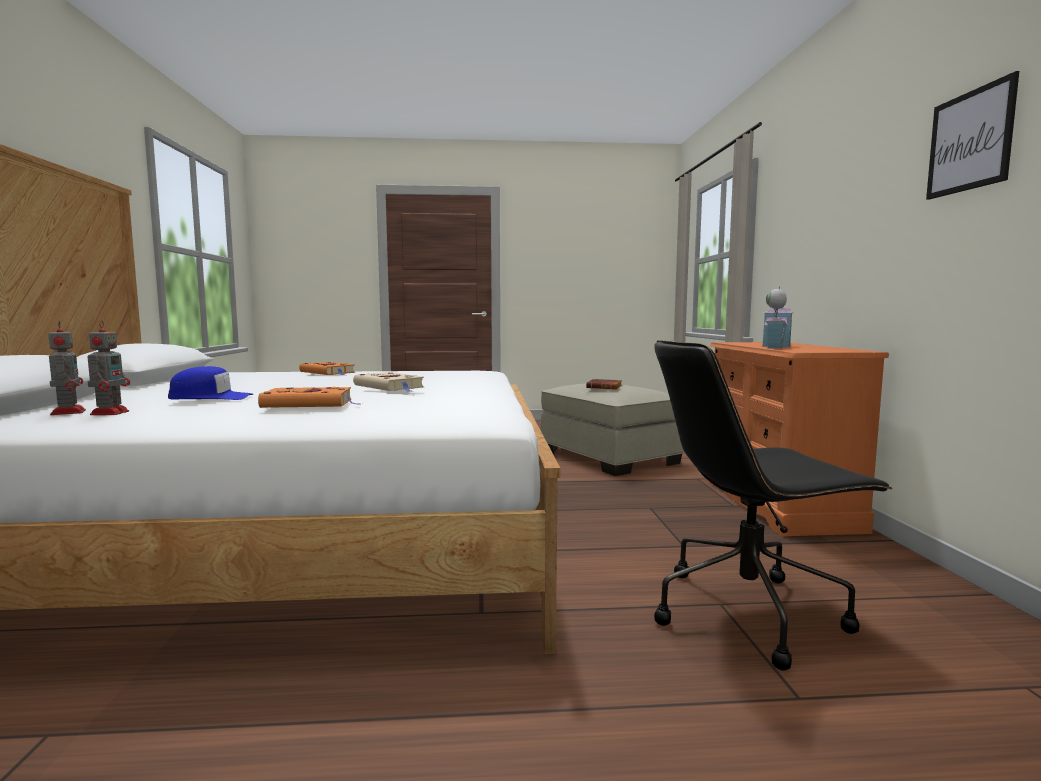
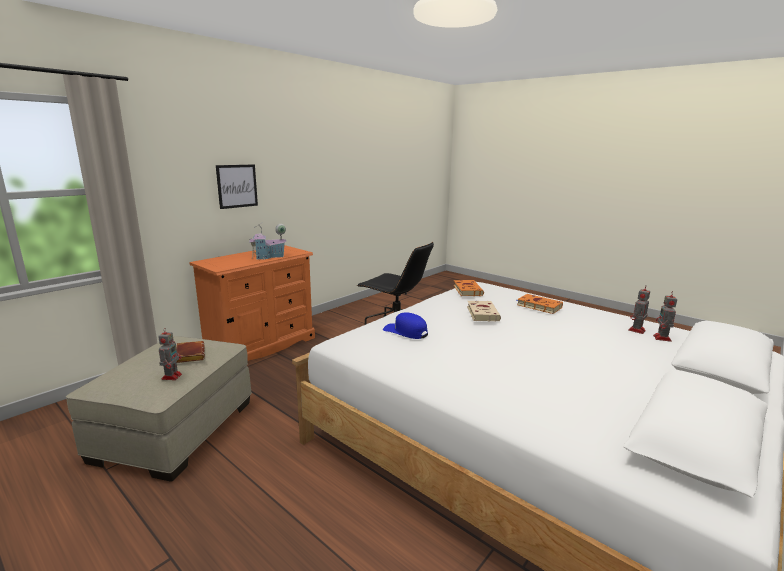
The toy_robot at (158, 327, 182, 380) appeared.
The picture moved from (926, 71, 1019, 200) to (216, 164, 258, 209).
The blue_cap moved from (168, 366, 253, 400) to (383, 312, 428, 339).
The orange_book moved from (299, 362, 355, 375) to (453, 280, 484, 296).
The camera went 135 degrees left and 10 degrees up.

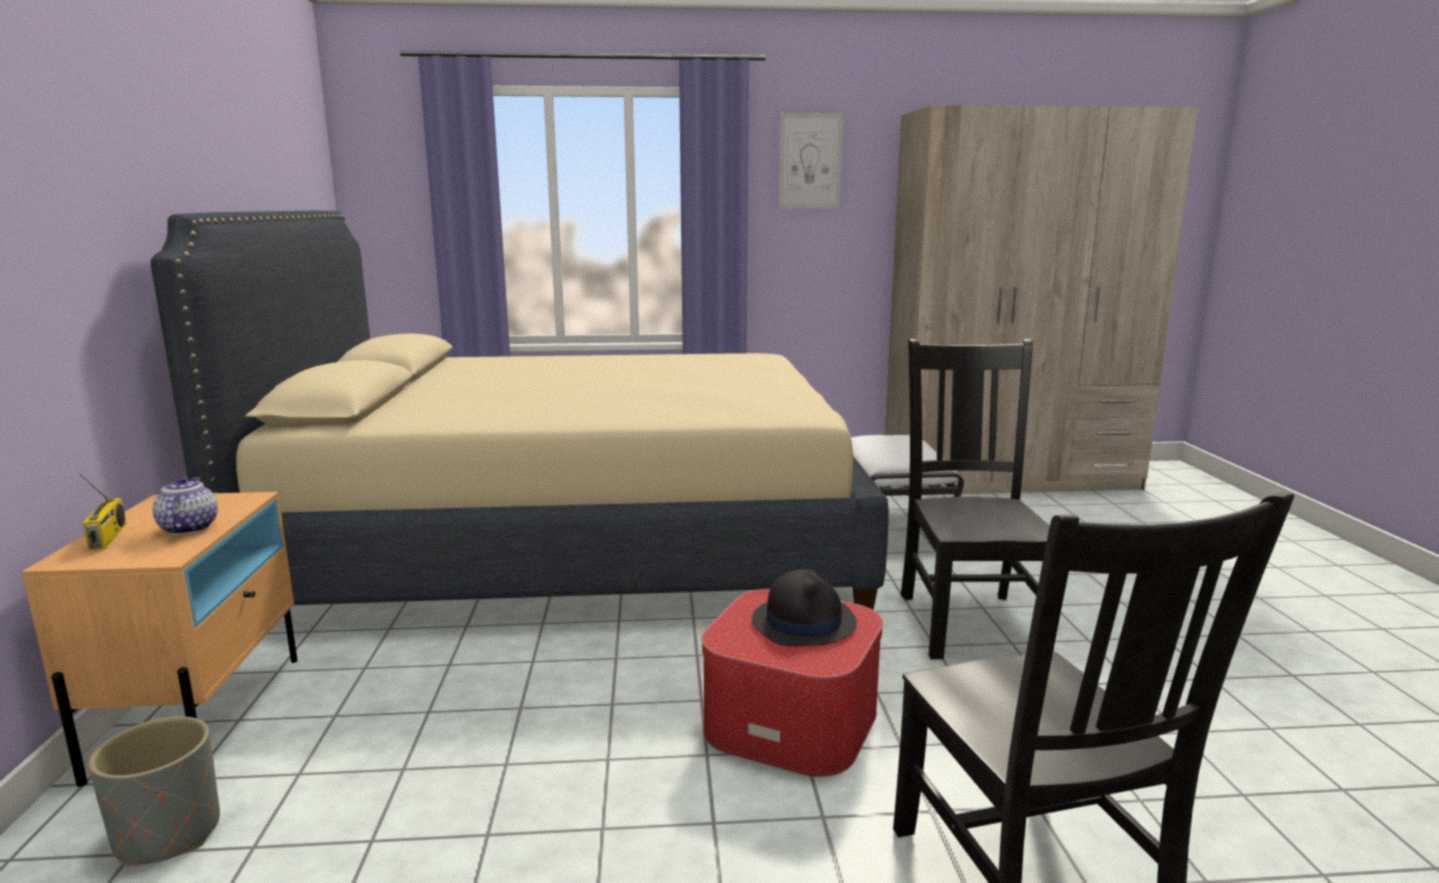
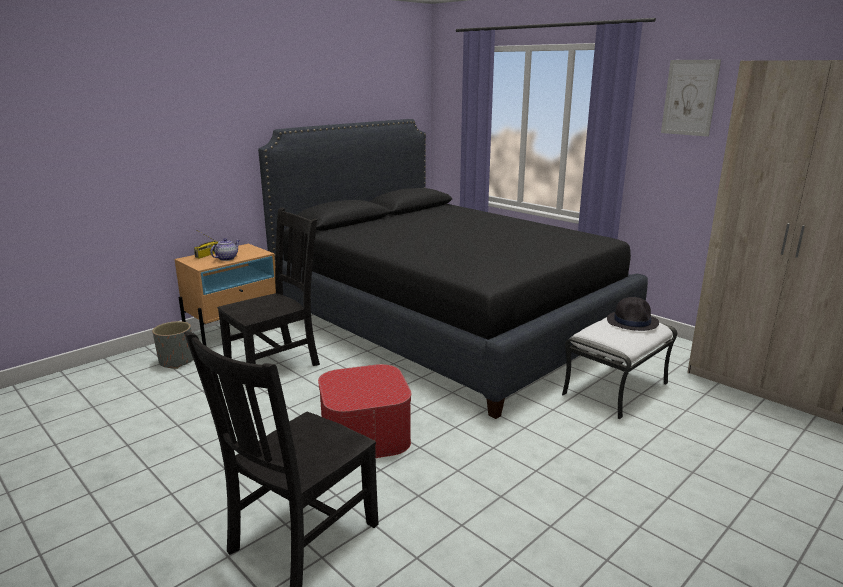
The black_chair moved from (901, 339, 1054, 659) to (217, 208, 320, 366).
The beige_bed at (151, 210, 889, 610) became the black_bed at (258, 119, 648, 419).
The black_hat moved from (752, 569, 857, 646) to (607, 297, 659, 331).
The camera went 50 degrees right and 5 degrees up.

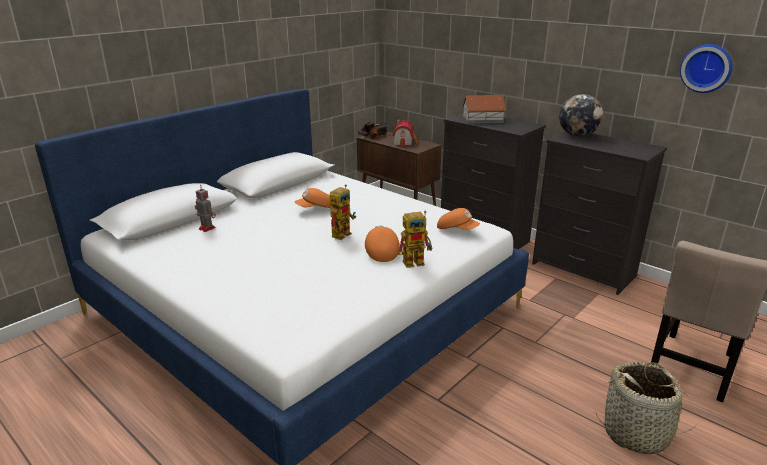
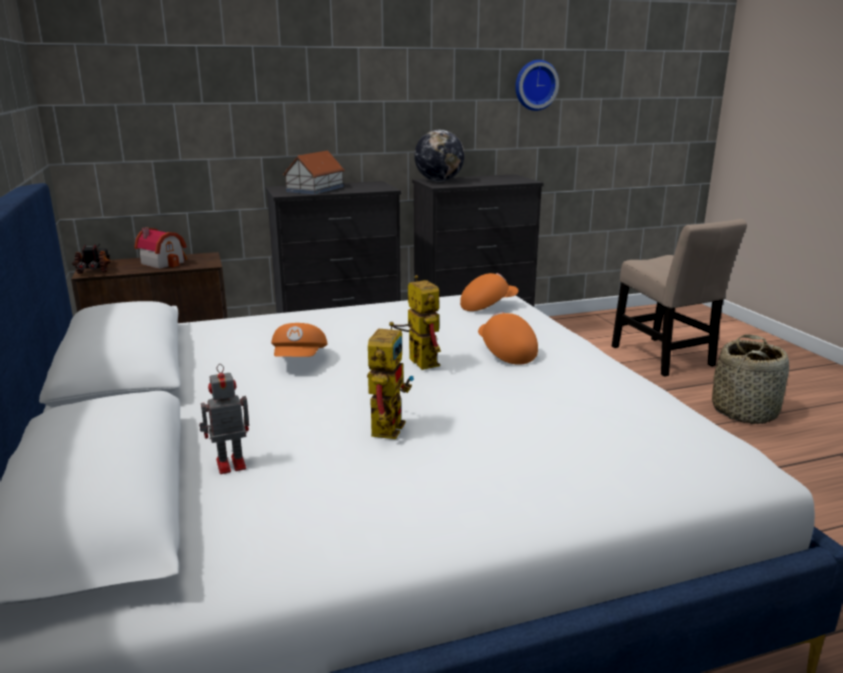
The toy_robot moved from (398, 211, 432, 268) to (367, 322, 414, 439).
The orange_cap at (365, 226, 400, 262) turned 45 degrees clockwise.
The camera went 60 degrees left and 5 degrees down.

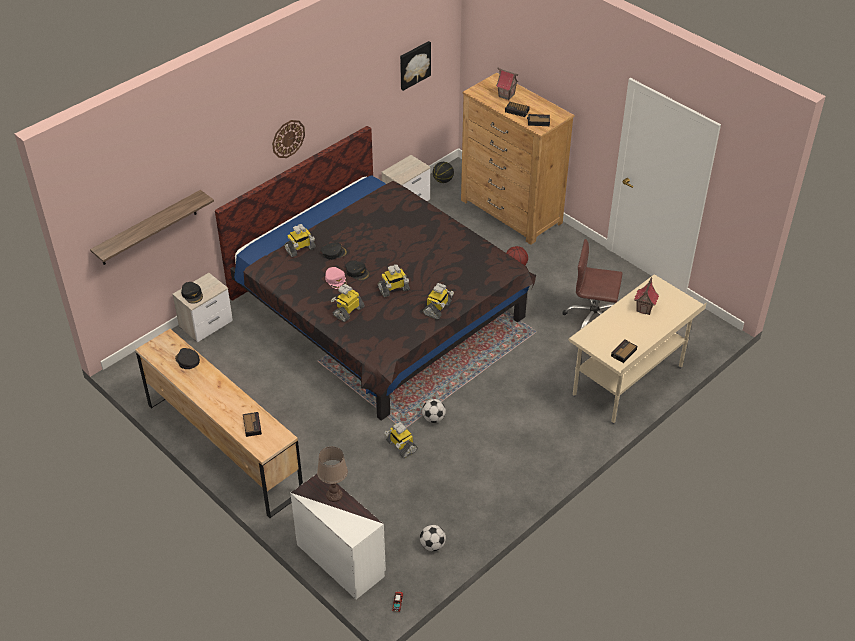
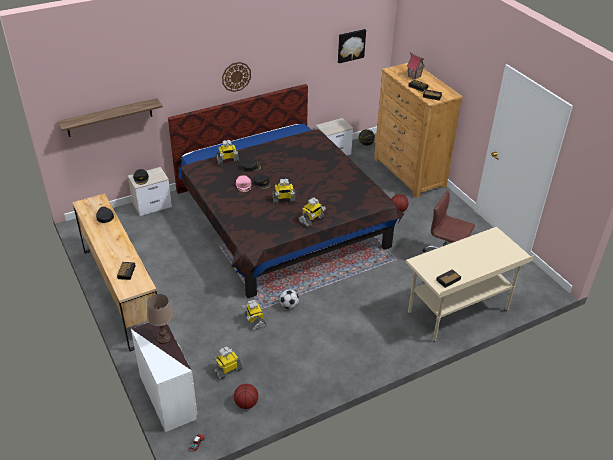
The toy_robot moved from (331, 284, 365, 322) to (212, 347, 243, 380).
The football at (420, 525, 446, 551) was replaced by the basketball at (234, 384, 258, 409).
The toy_house at (634, 277, 659, 315) disappeared.
The camera went 15 degrees right and 5 degrees down.

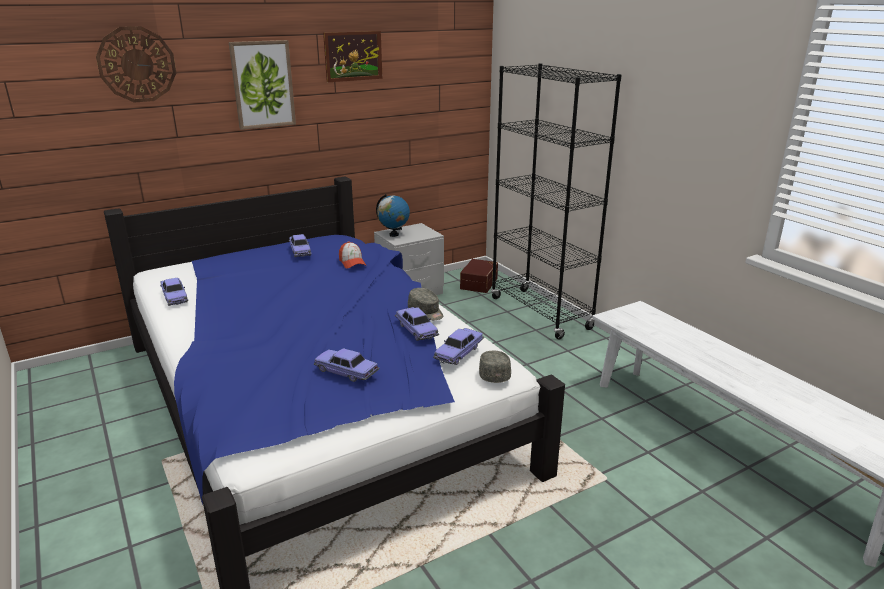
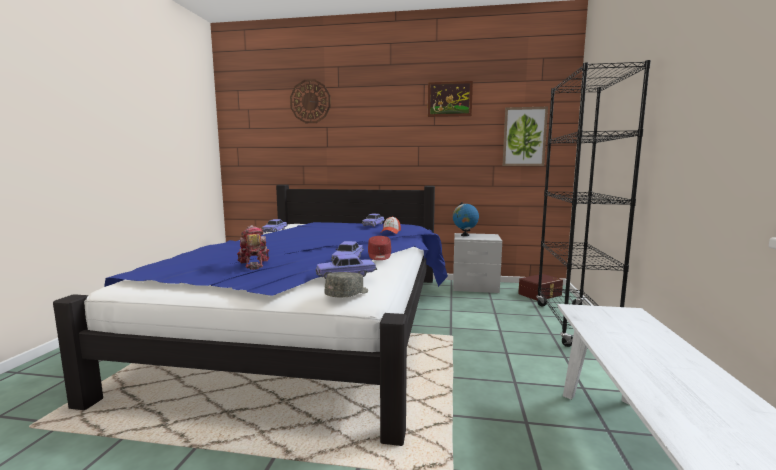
The toy_car at (314, 348, 380, 382) was replaced by the toy_robot at (237, 225, 269, 270).
The grey_cap at (408, 288, 443, 320) became the red_cap at (368, 236, 391, 260).
The picture moved from (229, 40, 296, 130) to (503, 107, 548, 166).
The camera went 40 degrees right and 15 degrees down.

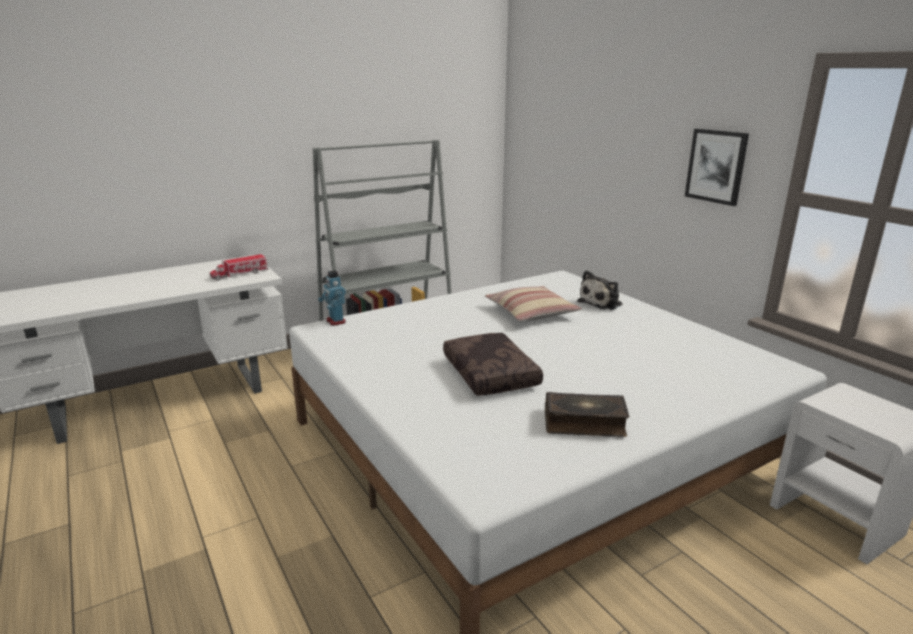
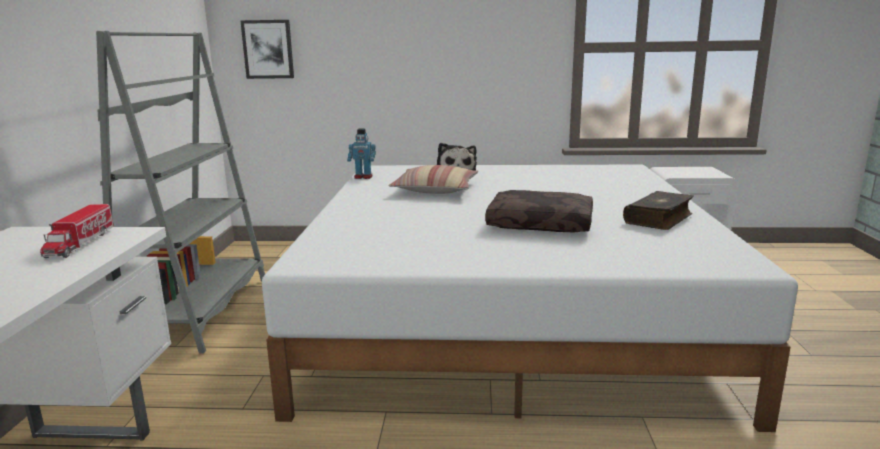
The picture moved from (685, 129, 749, 206) to (240, 20, 294, 79).
The toy_robot moved from (318, 270, 346, 326) to (347, 128, 376, 179).
The camera went 55 degrees left and 5 degrees down.

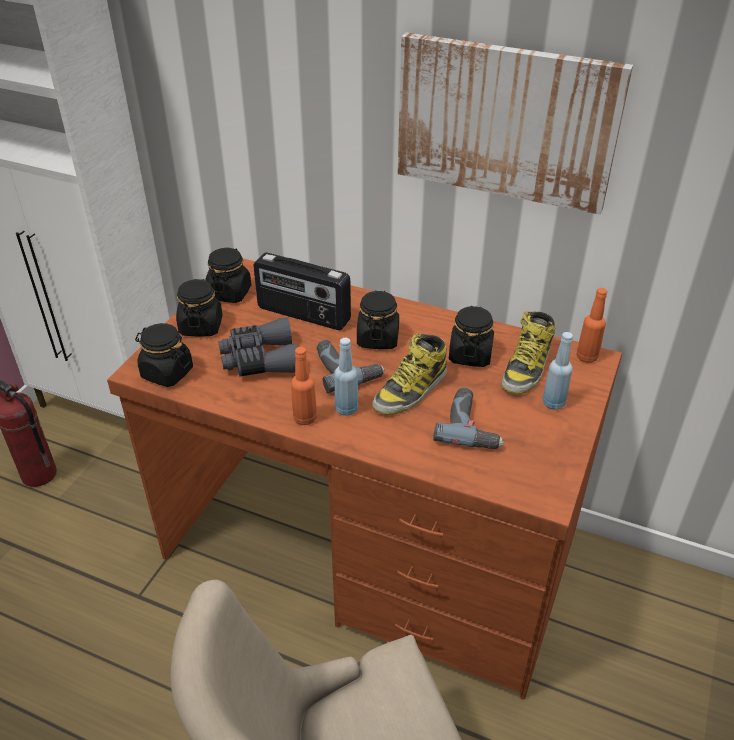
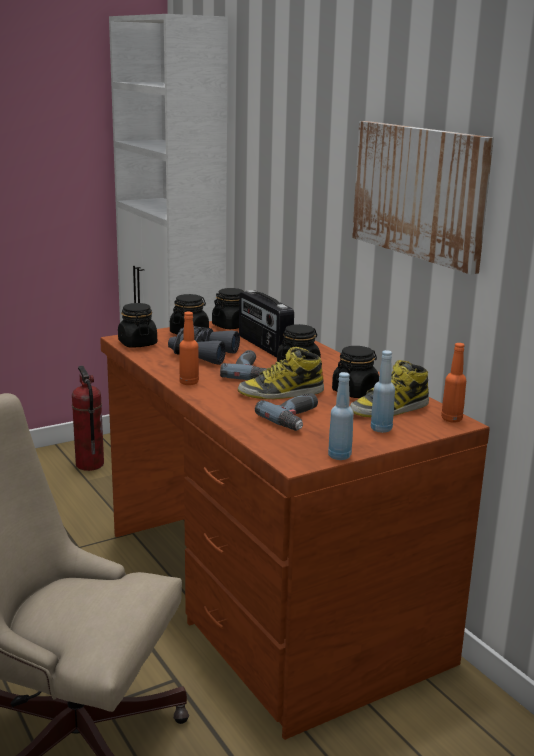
The blue_bottle moved from (334, 338, 358, 416) to (328, 372, 354, 460).
The camera went 35 degrees right and 20 degrees down.

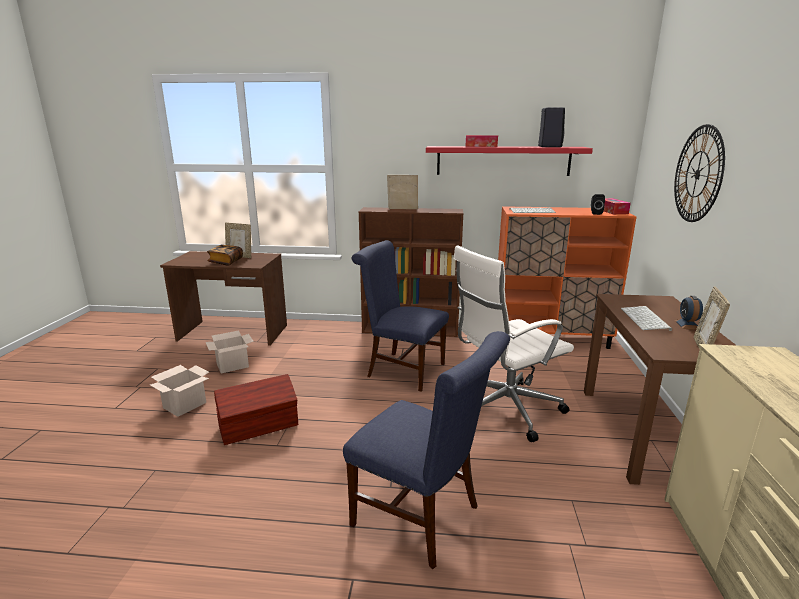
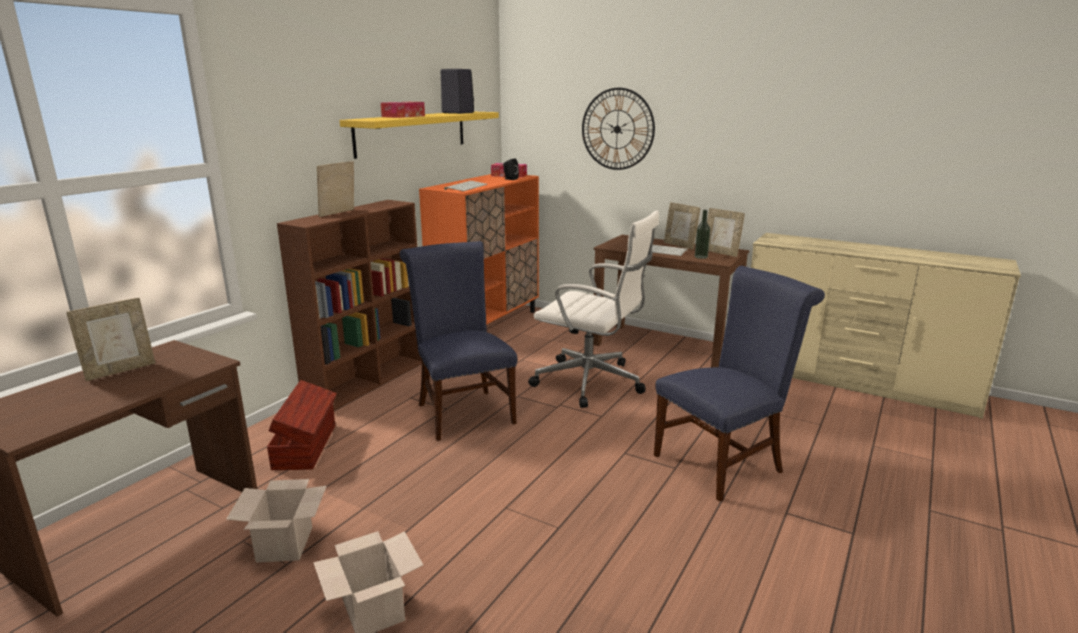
The brown_storage_box moved from (214, 374, 298, 445) to (267, 380, 337, 470).
The red_shelf at (426, 146, 593, 176) became the yellow_shelf at (340, 112, 499, 159).
The blue_chair at (352, 240, 449, 392) turned 105 degrees clockwise.
The white_office_chair at (453, 245, 574, 442) turned 60 degrees counterclockwise.
The alarm_clock at (675, 296, 703, 330) was replaced by the picture_frame at (664, 202, 700, 250).
The bottle at (695, 210, 710, 259) appeared.
The book at (207, 245, 243, 265) disappeared.
The camera went 65 degrees left and 0 degrees up.

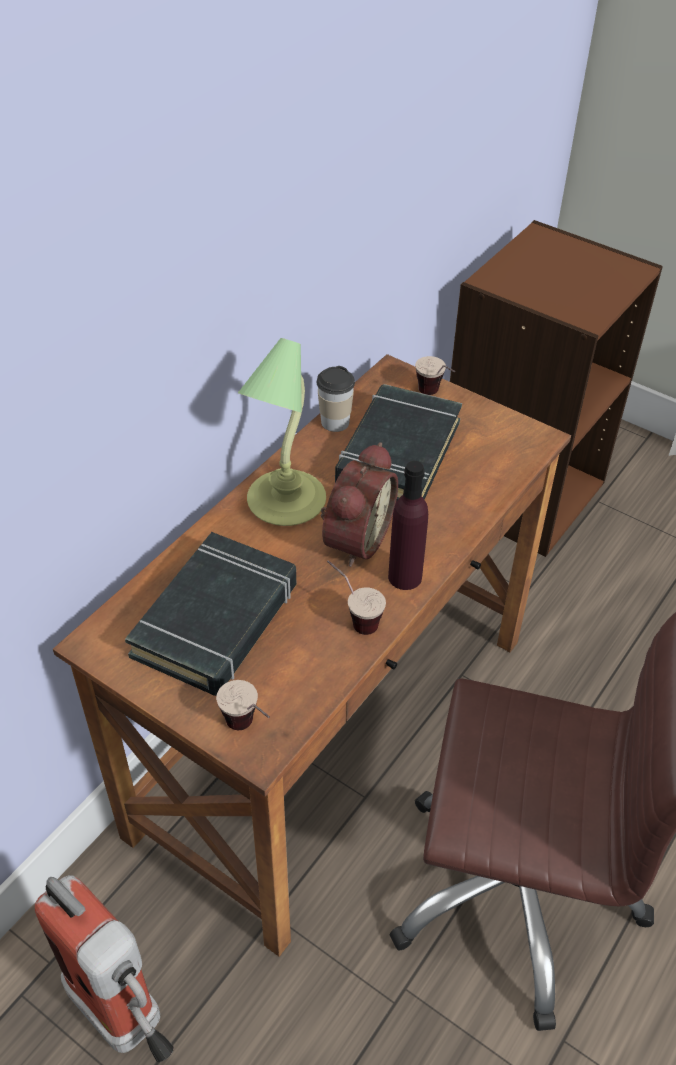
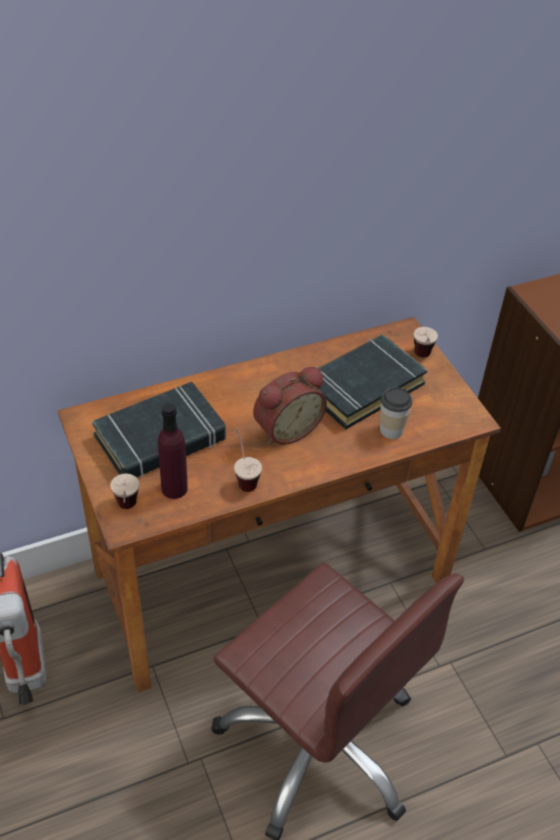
The purple_bottle moved from (388, 461, 428, 590) to (158, 403, 188, 499).
The cup moved from (317, 366, 355, 432) to (380, 387, 412, 439).
The table_lamp at (238, 338, 326, 526) disappeared.
The camera went 30 degrees right and 0 degrees up.

